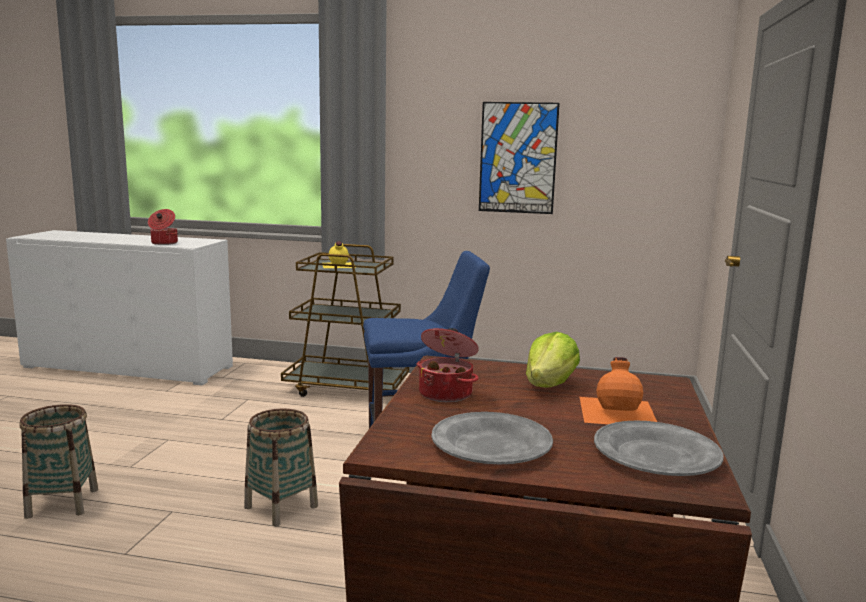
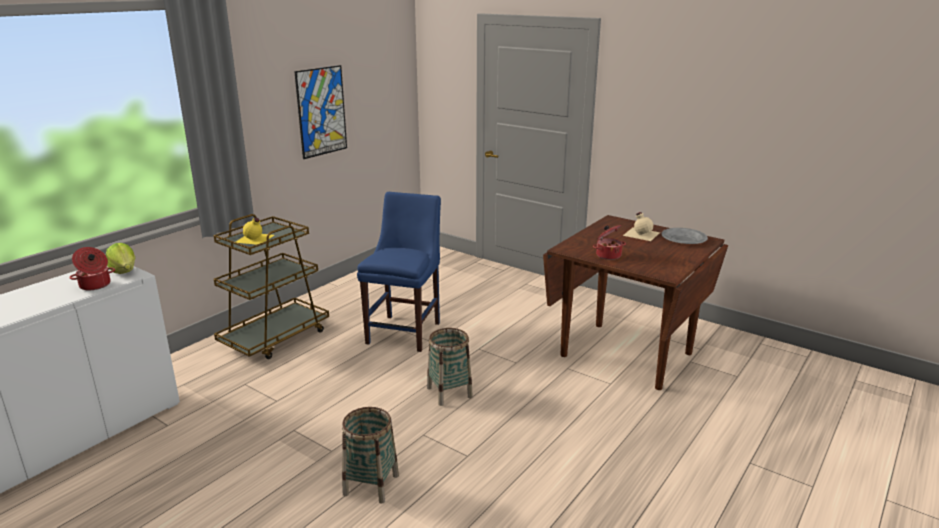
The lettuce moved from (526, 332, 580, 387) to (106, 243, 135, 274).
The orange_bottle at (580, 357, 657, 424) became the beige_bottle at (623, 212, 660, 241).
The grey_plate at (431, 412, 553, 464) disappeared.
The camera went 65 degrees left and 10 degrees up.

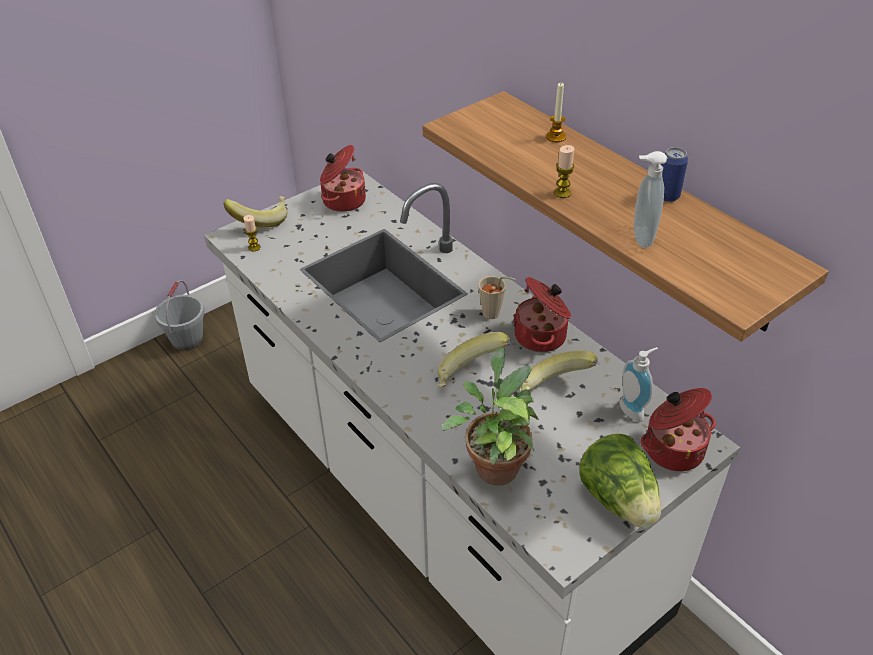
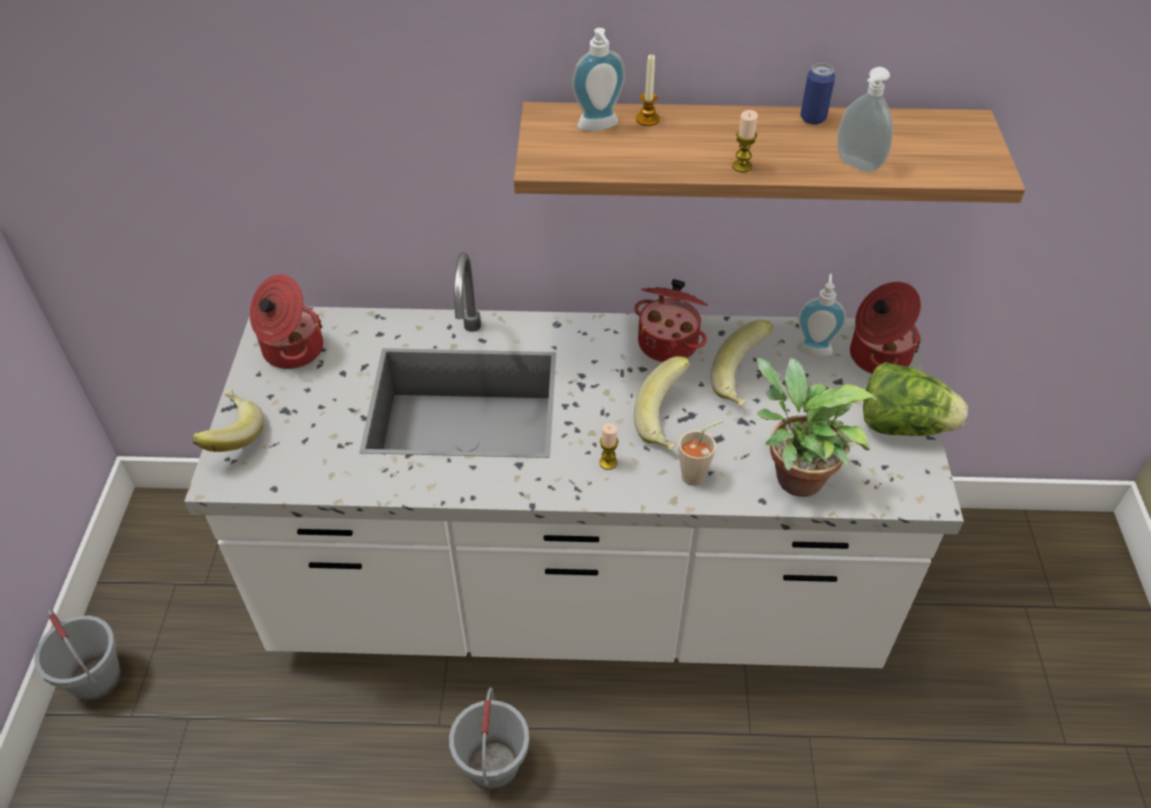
The grey_bucket at (449, 687, 529, 790) appeared.
The soap_dispenser at (572, 28, 625, 131) appeared.
The candle moved from (244, 215, 261, 252) to (599, 423, 618, 470).
The beige_cup moved from (478, 276, 516, 319) to (679, 420, 723, 486).
The camera went 50 degrees left and 5 degrees up.

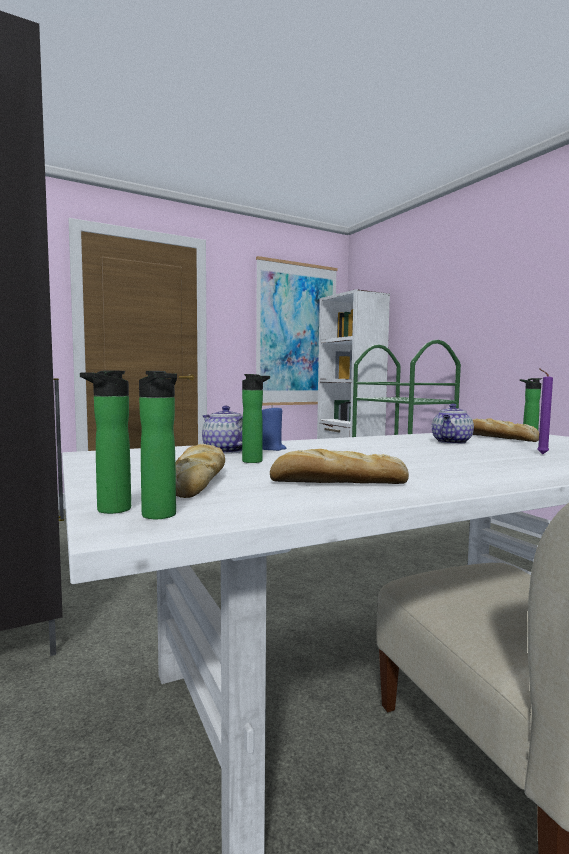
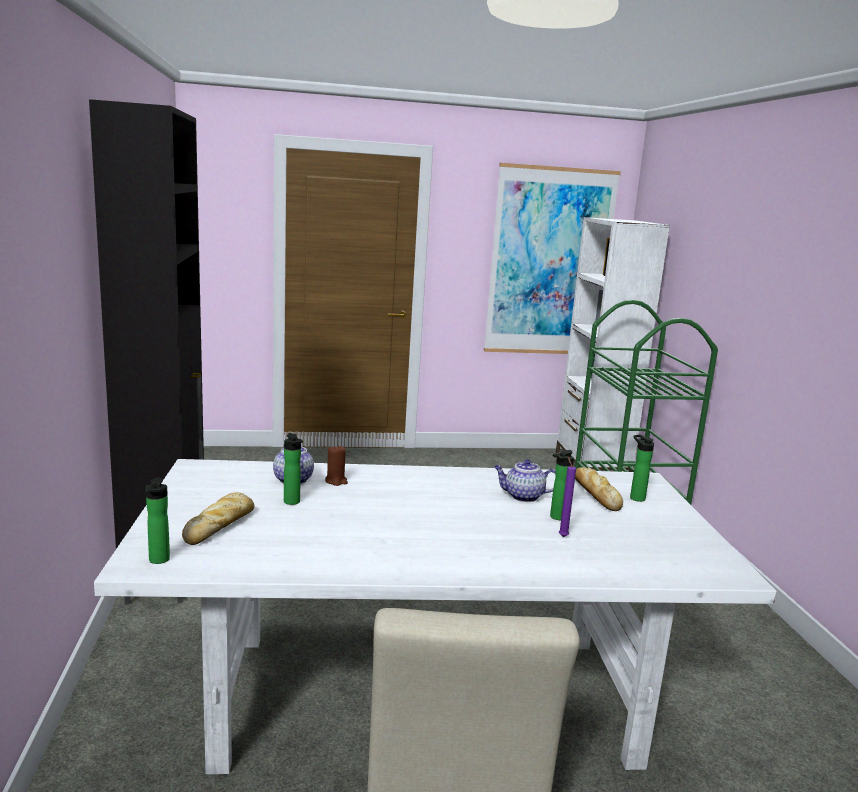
The blue_candle at (262, 405, 286, 451) became the brown_candle at (325, 445, 348, 486).
The teapot at (432, 404, 474, 444) turned 45 degrees clockwise.
The bottle moved from (80, 370, 131, 514) to (550, 450, 574, 520).
The bread at (270, 449, 409, 484) disappeared.
The camera went 20 degrees right and 10 degrees up.

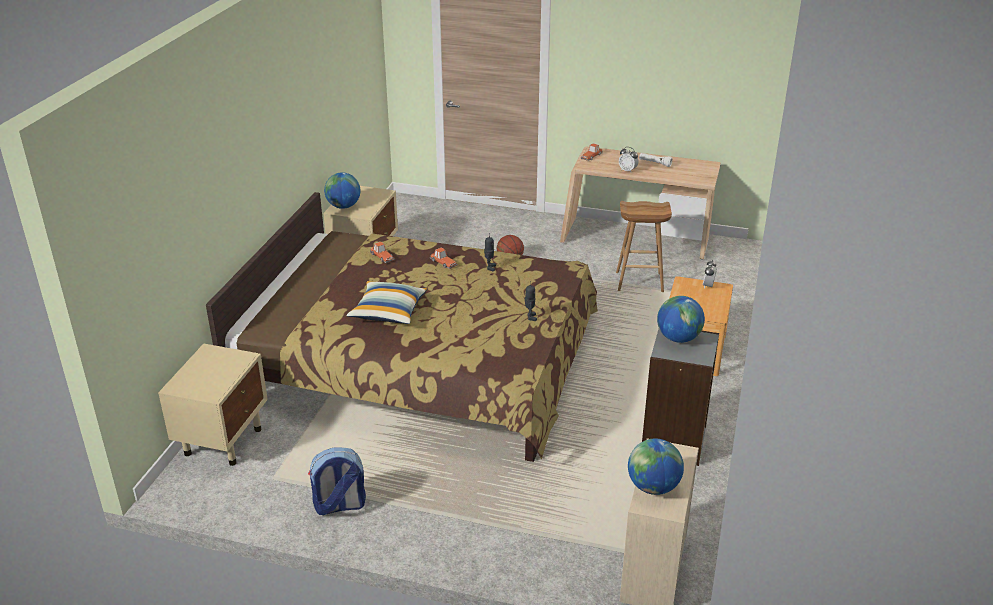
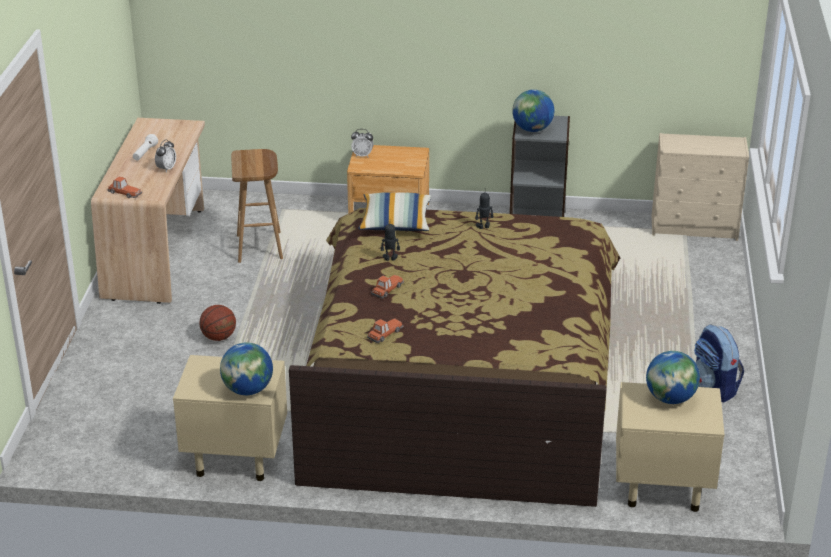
The pillow moved from (346, 281, 427, 324) to (358, 192, 431, 231).
The globe moved from (628, 438, 684, 495) to (646, 351, 700, 404).
The camera went 100 degrees left and 0 degrees up.

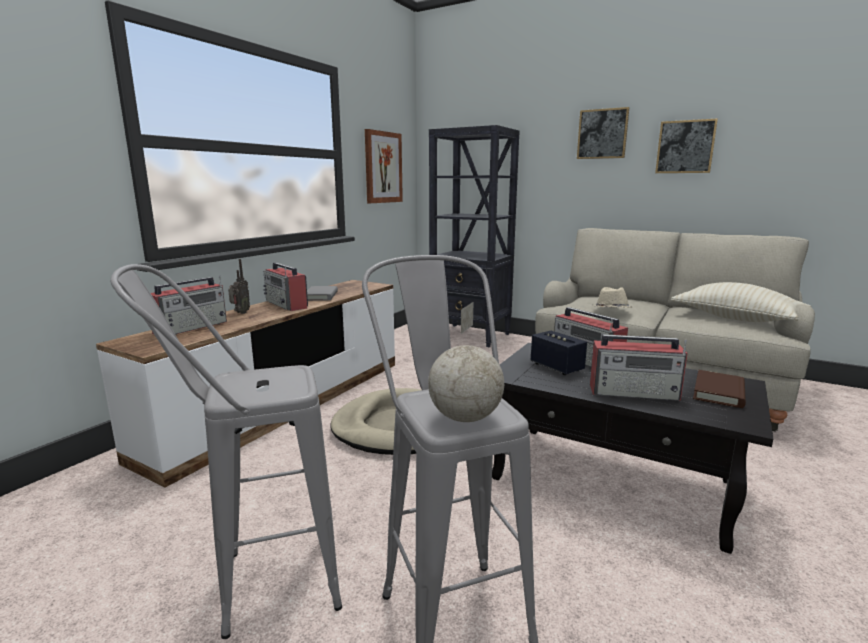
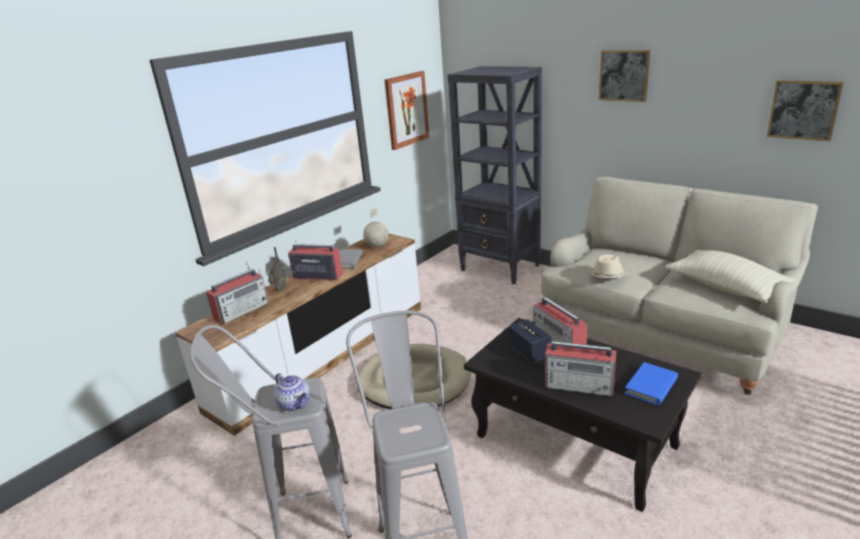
The teapot at (274, 373, 310, 411) appeared.
The radio at (263, 263, 308, 311) turned 135 degrees clockwise.
The globe moved from (428, 302, 504, 422) to (363, 208, 389, 247).
The brown_book at (693, 370, 746, 408) became the blue_book at (624, 362, 678, 406).
The picture moved from (655, 118, 718, 173) to (767, 80, 844, 141).
The camera went 10 degrees right and 10 degrees up.

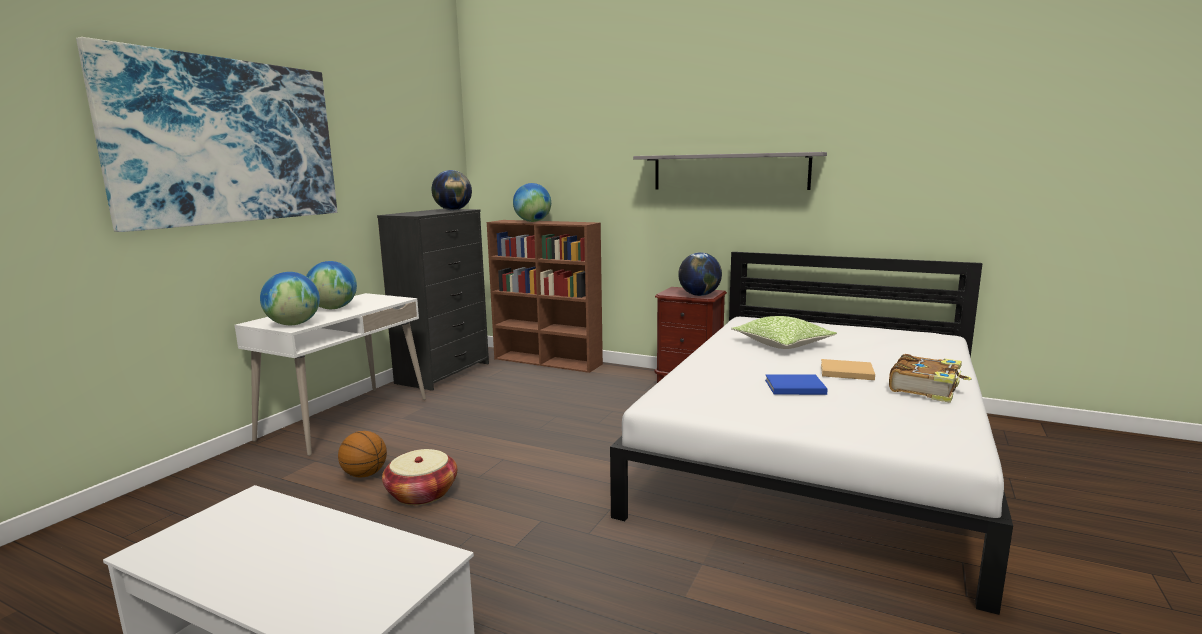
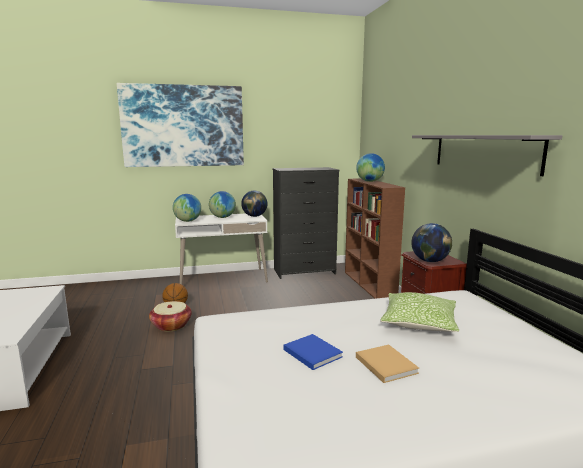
The globe moved from (432, 170, 472, 210) to (241, 191, 267, 217).
The book at (889, 354, 972, 403) disappeared.
The camera went 50 degrees right and 0 degrees up.

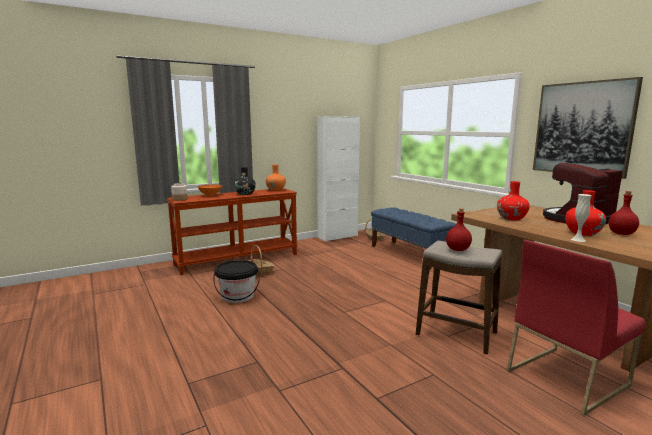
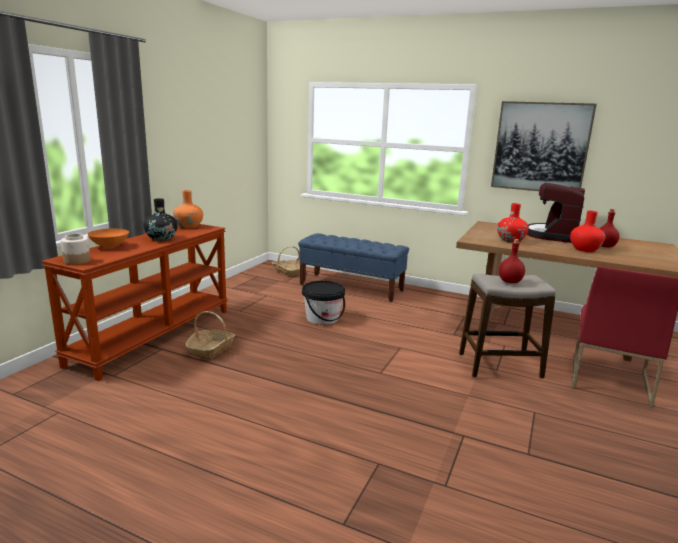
The black_bucket moved from (213, 260, 260, 303) to (302, 281, 345, 325).
The white_cabinet at (317, 116, 360, 242) disappeared.
The white_vase at (571, 194, 592, 242) disappeared.
The camera went 35 degrees left and 5 degrees up.

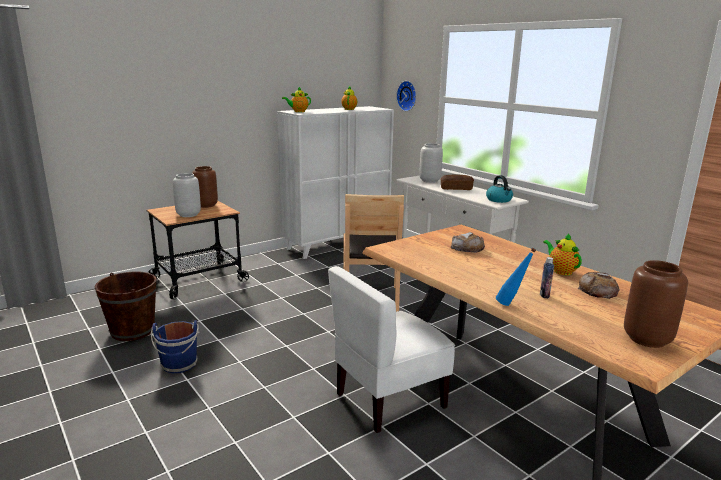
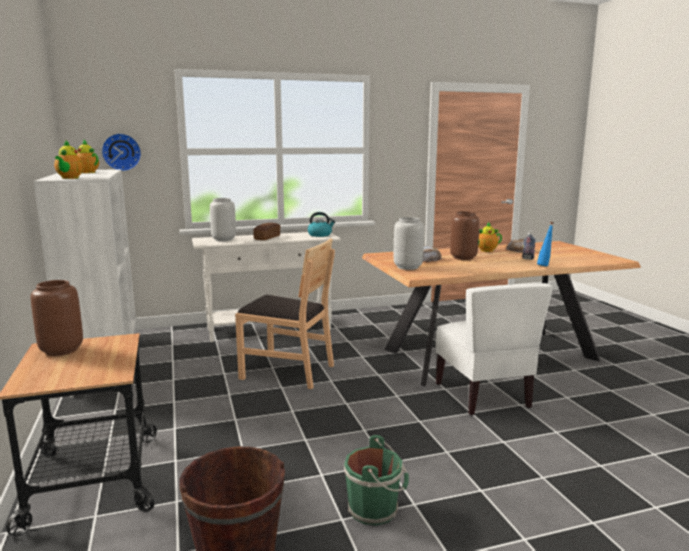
The blue_bucket at (151, 320, 199, 374) became the green_bucket at (344, 435, 409, 526).
The grey_vase moved from (173, 173, 201, 217) to (394, 217, 424, 270).
The brown_vase moved from (624, 260, 688, 348) to (450, 211, 480, 260).
The camera went 70 degrees left and 5 degrees down.

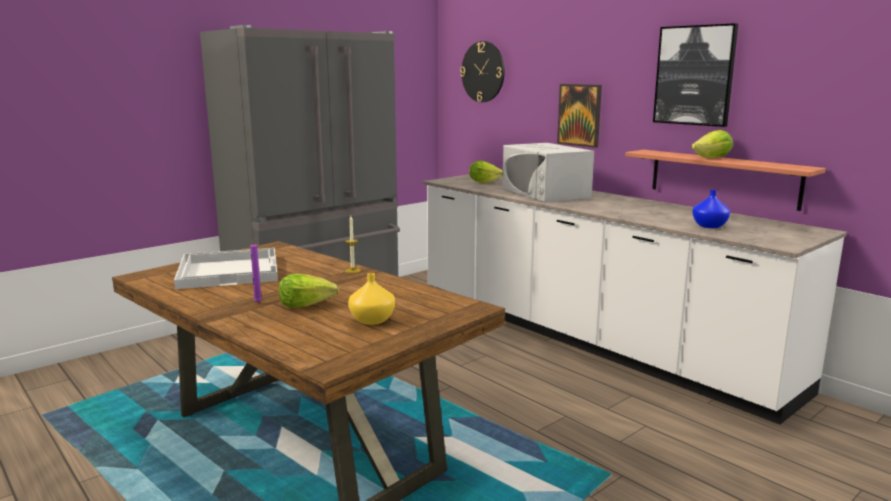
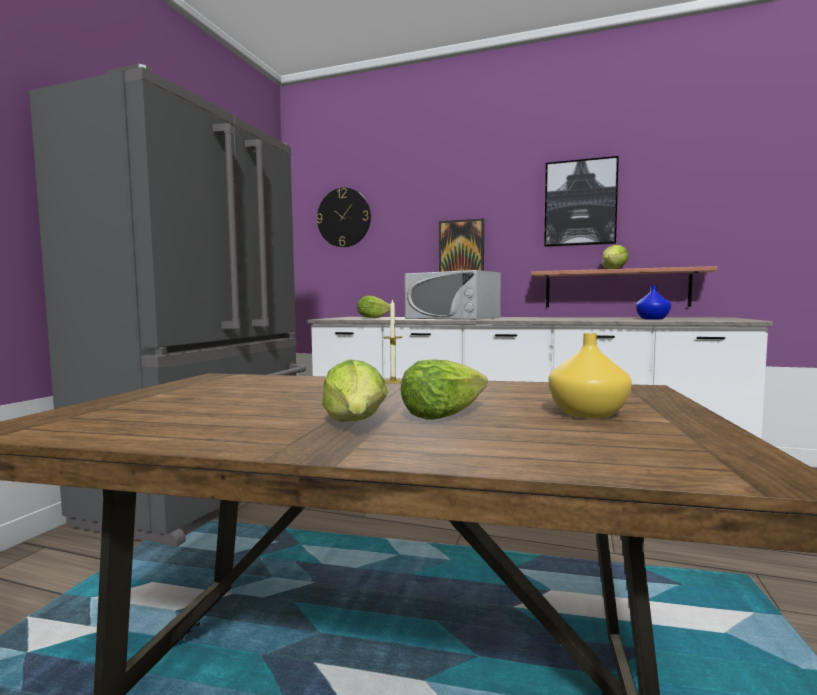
The purple_candle at (250, 237, 262, 303) was replaced by the lettuce at (322, 359, 388, 422).
The white_tray at (174, 248, 278, 289) disappeared.
The camera went 30 degrees left and 10 degrees down.

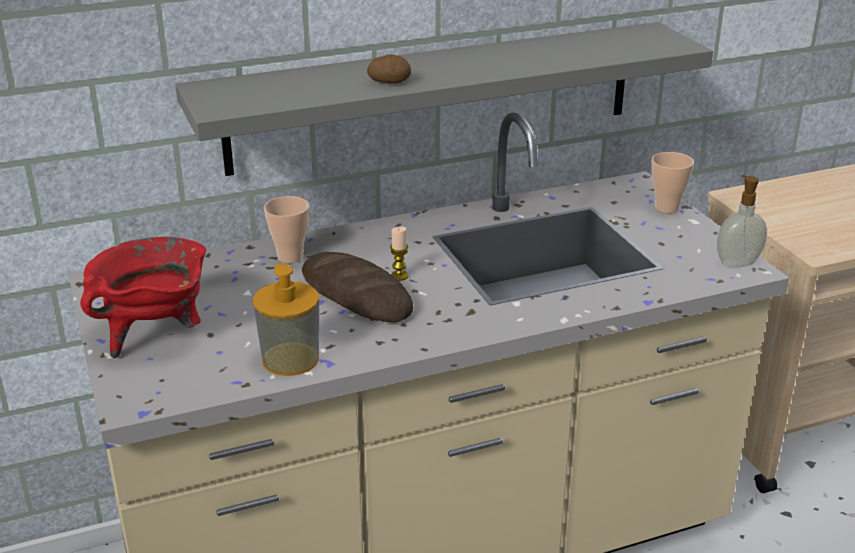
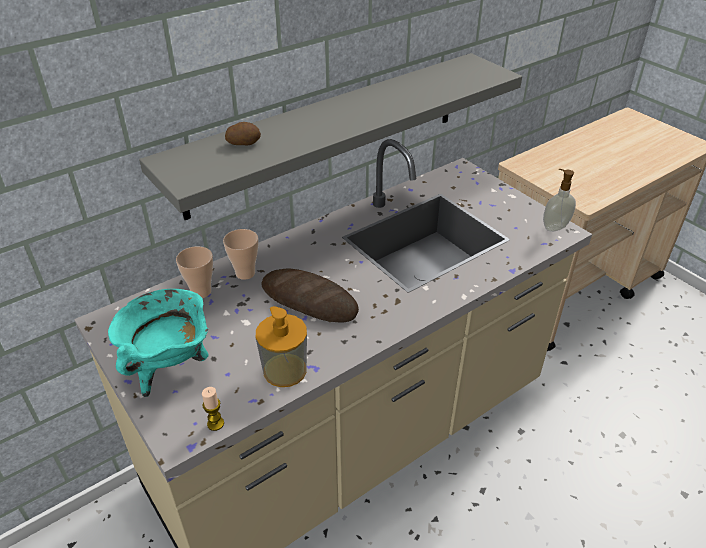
The red_cooking_pot at (80, 237, 206, 358) became the turquoise_cooking_pot at (108, 289, 209, 397).
The cup moved from (651, 152, 694, 213) to (176, 246, 213, 298).
The candle moved from (390, 226, 408, 281) to (202, 387, 224, 431).
The potato moved from (367, 54, 411, 84) to (225, 122, 261, 145).
The camera went 15 degrees left and 10 degrees up.

